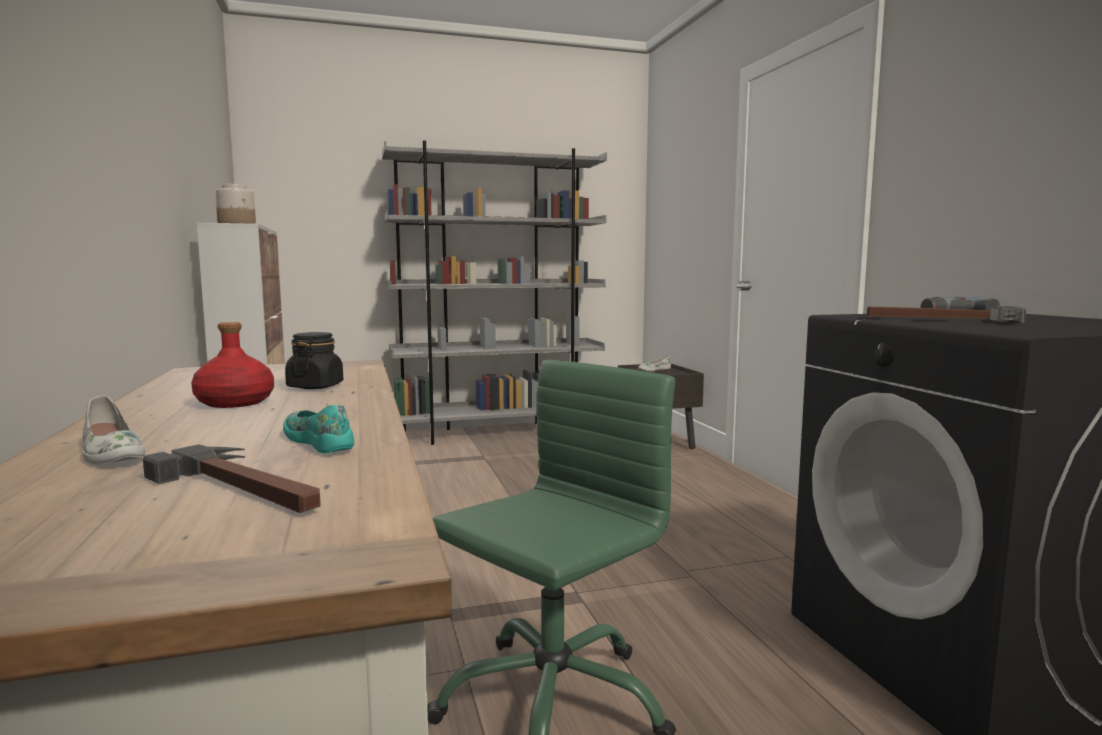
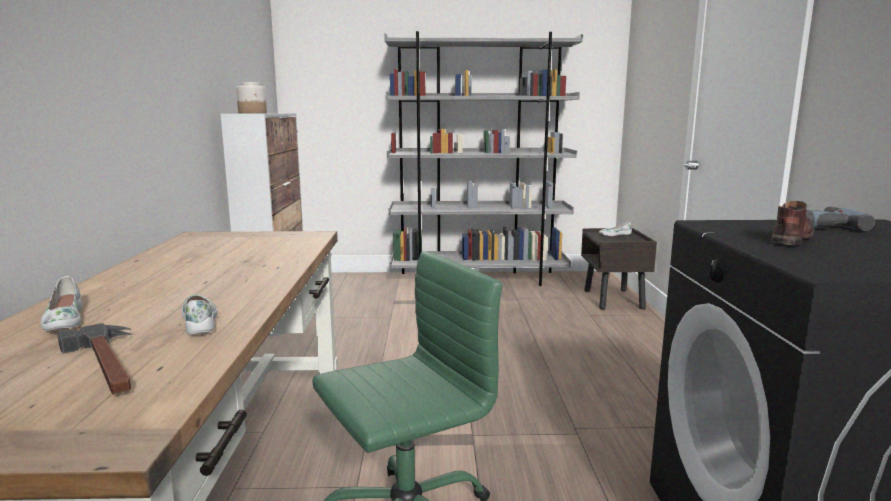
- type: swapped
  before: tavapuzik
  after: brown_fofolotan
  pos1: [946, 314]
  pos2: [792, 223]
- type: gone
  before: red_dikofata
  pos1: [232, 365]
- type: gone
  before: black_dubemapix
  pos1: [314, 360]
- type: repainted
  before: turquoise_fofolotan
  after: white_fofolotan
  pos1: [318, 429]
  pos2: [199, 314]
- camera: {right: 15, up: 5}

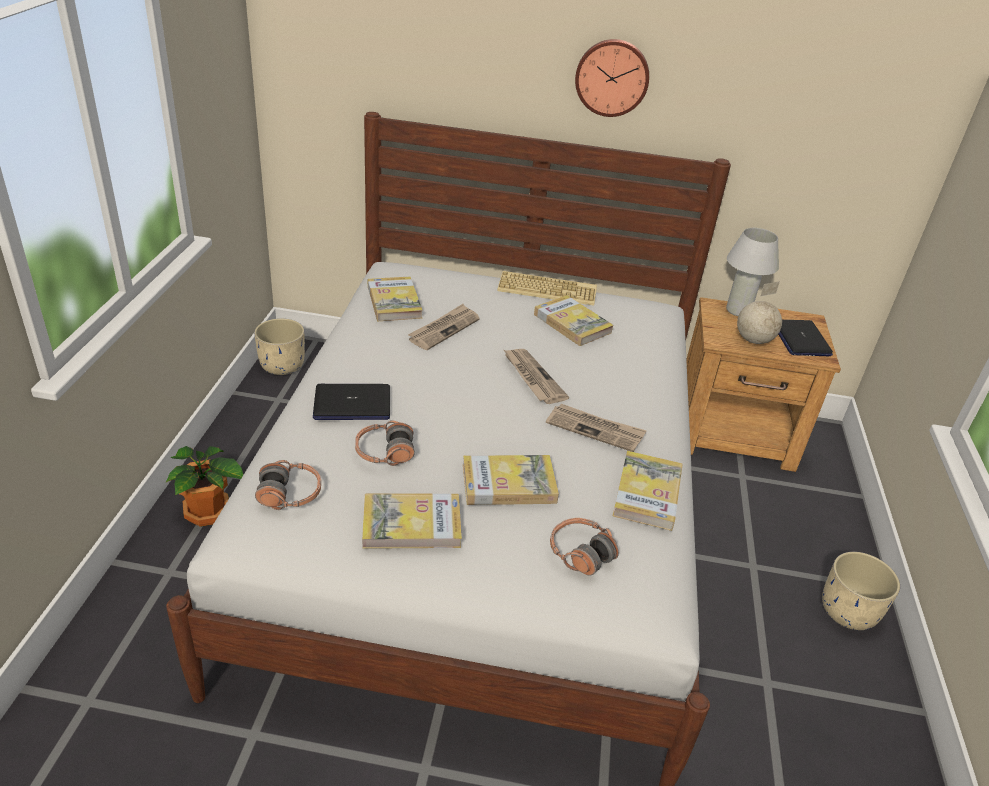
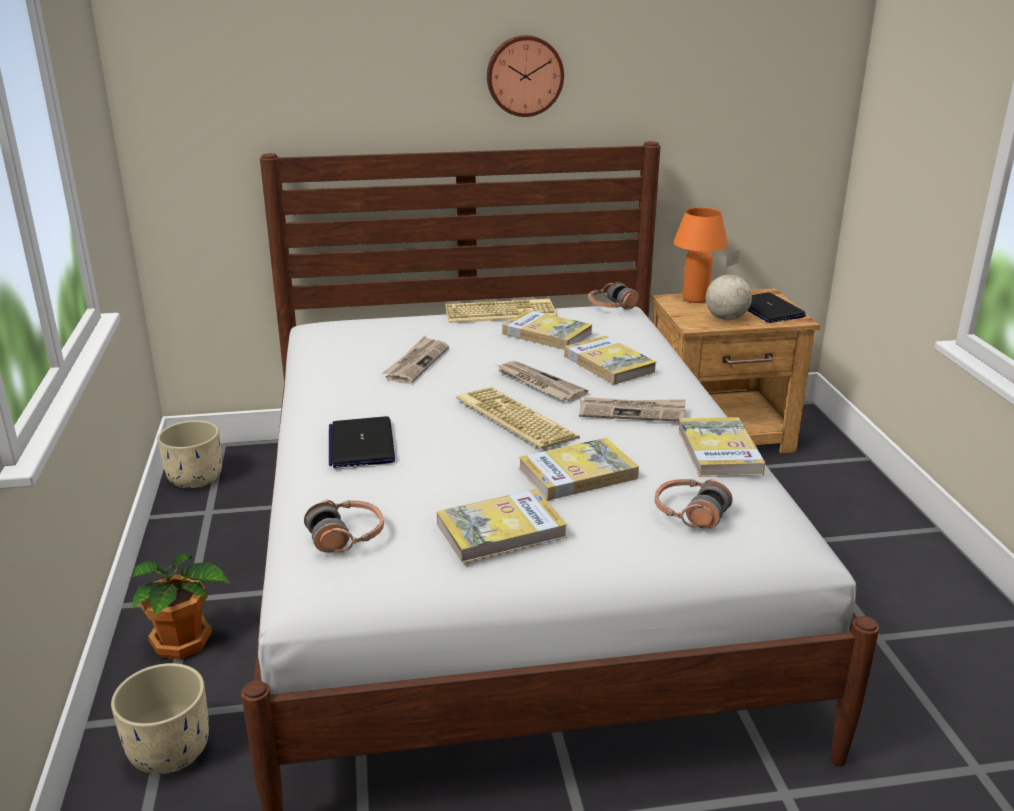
- type: repainted
  before: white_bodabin
  after: orange_bodabin
  pos1: [752, 272]
  pos2: [700, 255]
- type: shifted
  before: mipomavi
  pos1: [395, 299]
  pos2: [610, 360]
- type: rotated
  before: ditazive
  pos1: [351, 402]
  pos2: [362, 442]
  turn: 105
- type: shifted
  before: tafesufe
  pos1: [385, 443]
  pos2: [614, 296]
- type: shifted
  before: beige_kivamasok
  pos1: [861, 591]
  pos2: [160, 718]
- type: new
  after: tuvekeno
  pos2: [518, 418]
- camera: {right: -15, up: -10}

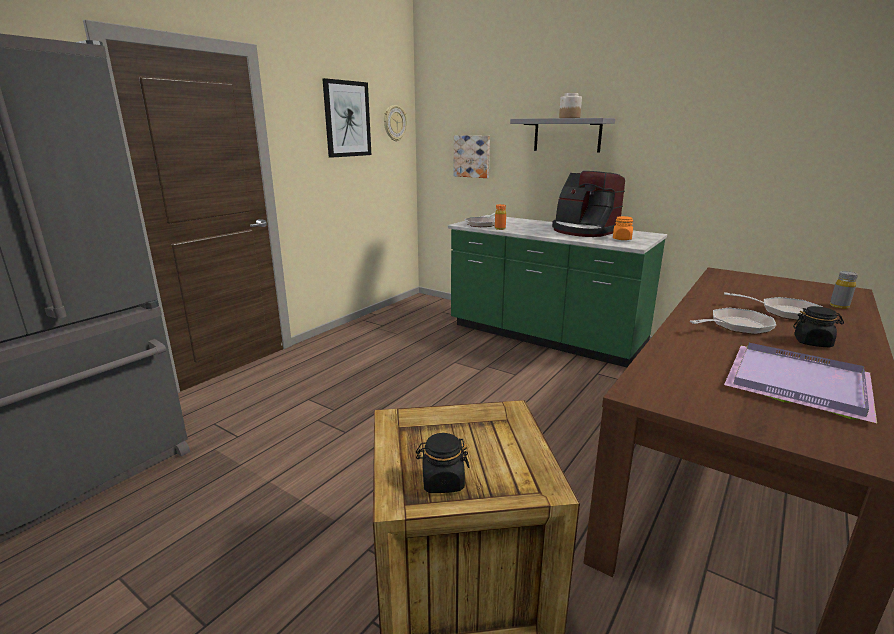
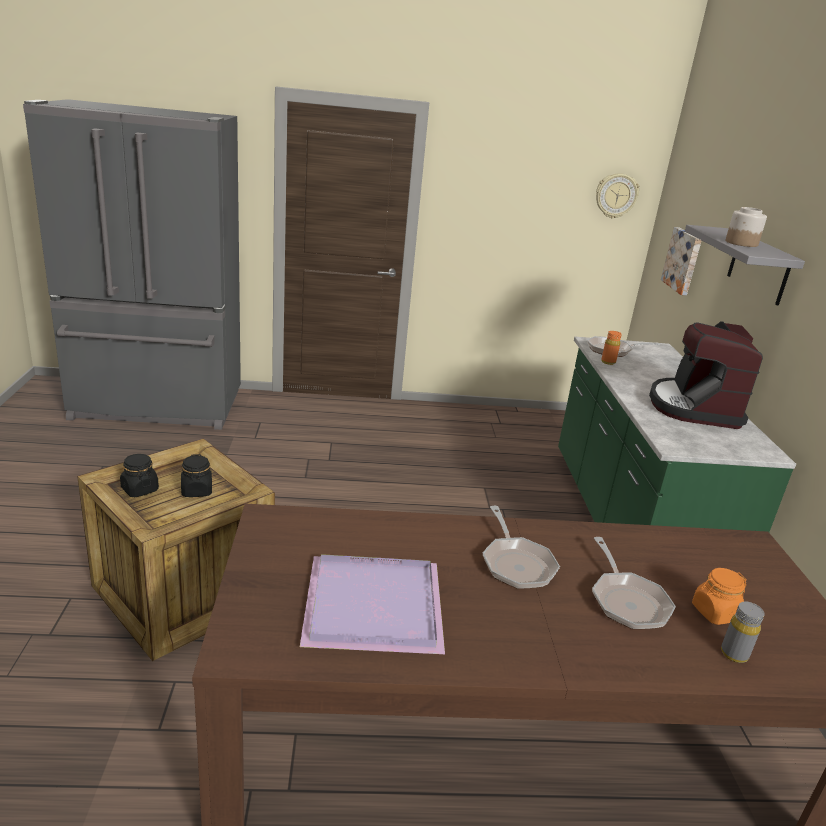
- type: gone
  before: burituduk
  pos1: [347, 118]
- type: shifted
  before: orange_dubemapix
  pos1: [623, 228]
  pos2: [719, 596]
- type: shifted
  before: black_dubemapix
  pos1: [818, 326]
  pos2: [196, 475]
- type: rotated
  before: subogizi
  pos1: [733, 321]
  pos2: [521, 547]
  turn: 45
- camera: {right: 50, up: 5}

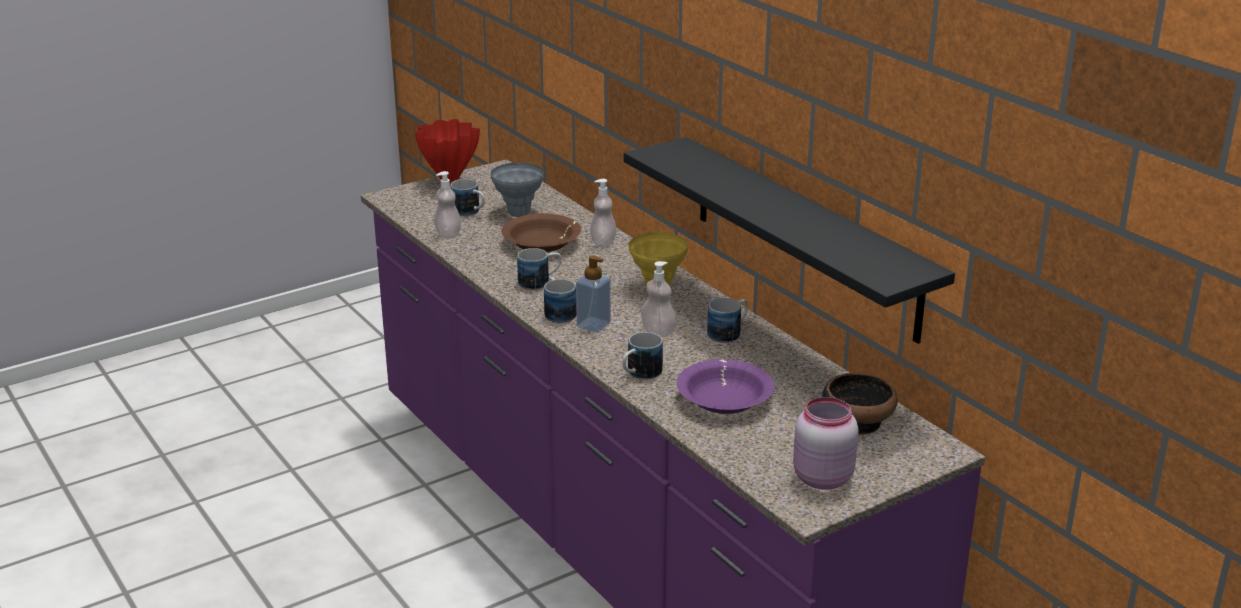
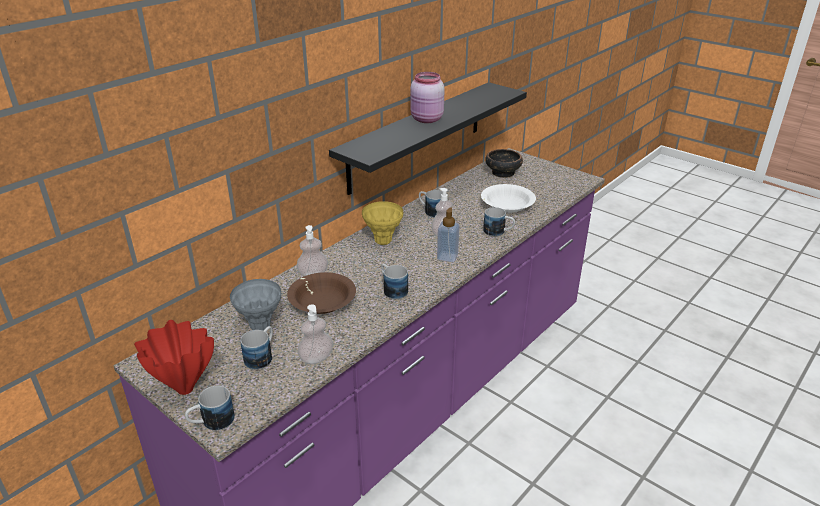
- type: shifted
  before: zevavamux
  pos1: [560, 300]
  pos2: [210, 408]
- type: repainted
  before: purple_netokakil
  after: white_netokakil
  pos1: [725, 386]
  pos2: [508, 198]
- type: shifted
  before: pink_dubemapix
  pos1: [826, 443]
  pos2: [427, 97]
- camera: {right: -105, up: 5}

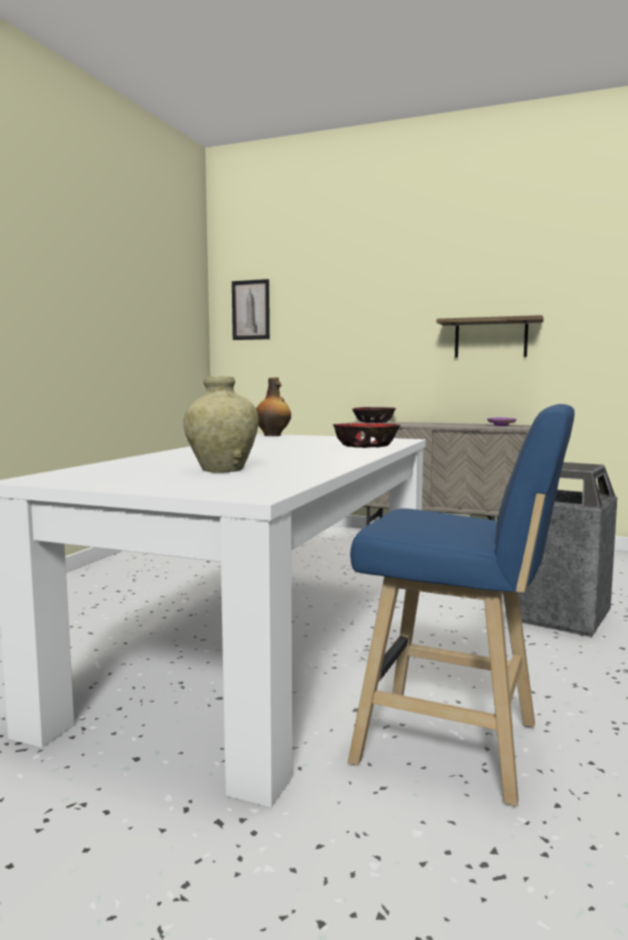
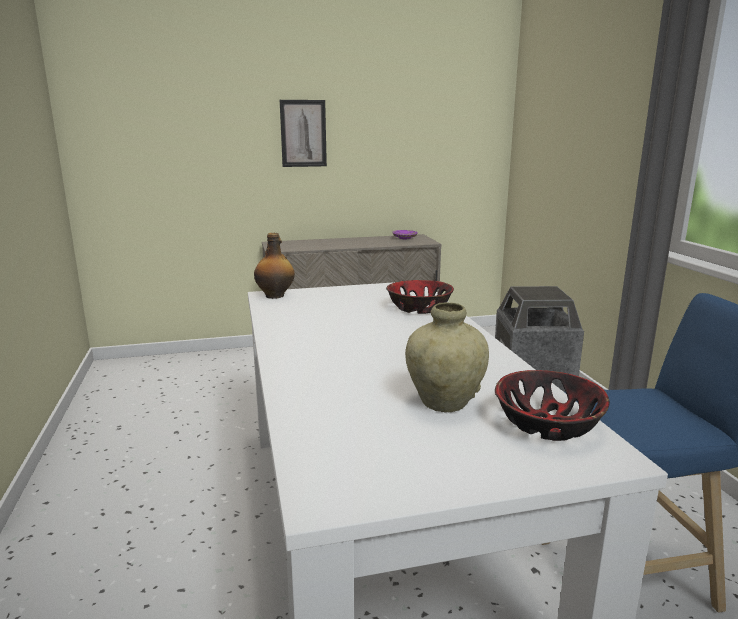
- type: shifted
  before: burituduk
  pos1: [251, 309]
  pos2: [303, 133]
- type: gone
  before: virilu
  pos1: [490, 336]
- type: shifted
  before: netokakil
  pos1: [374, 415]
  pos2: [552, 405]
- camera: {right: -35, up: 10}

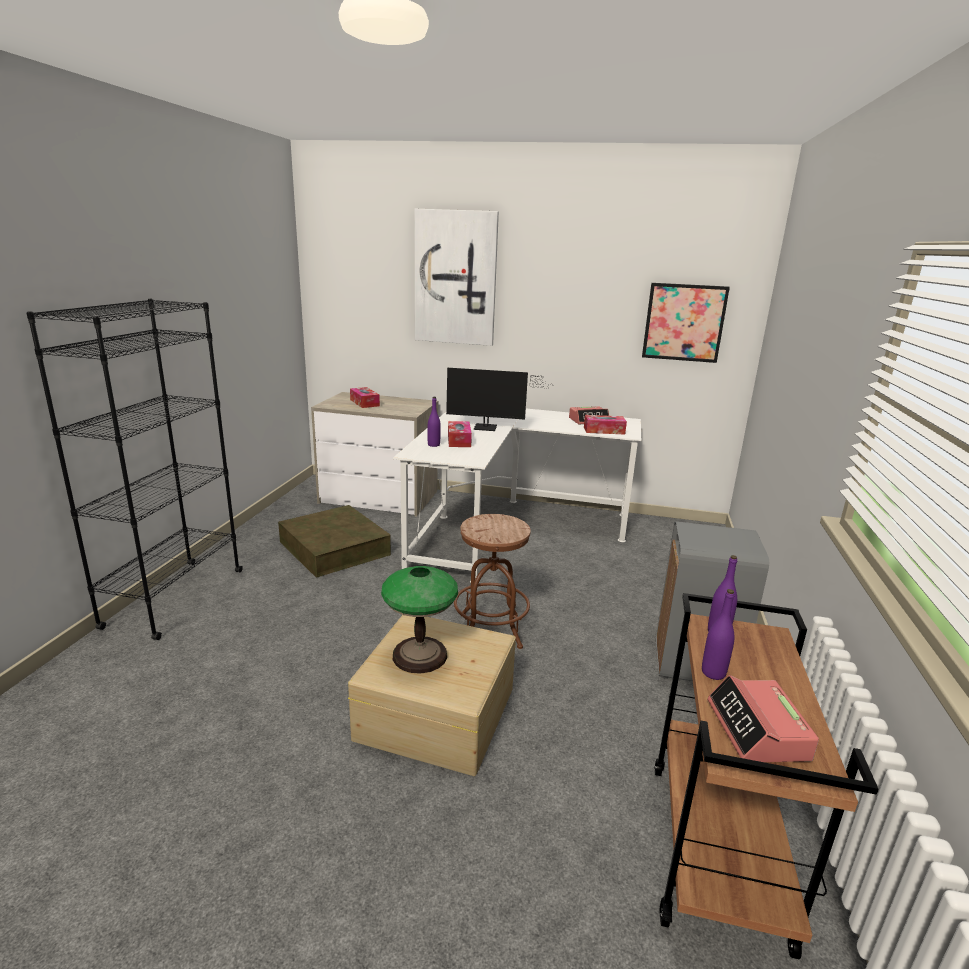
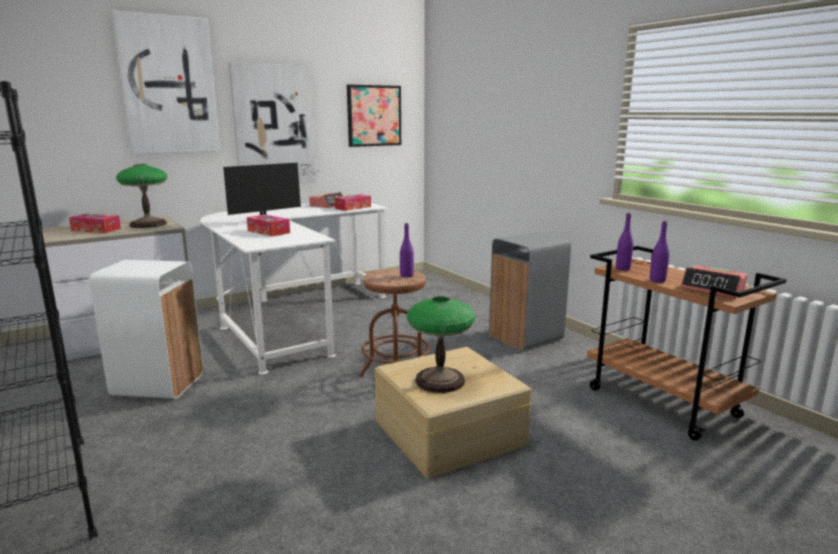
- type: shifted
  before: purple_dikofata
  pos1: [434, 422]
  pos2: [407, 250]
- type: swapped
  before: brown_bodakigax
  after: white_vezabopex
  pos1: [334, 541]
  pos2: [146, 329]
- type: new
  after: burituduk
  pos2: [272, 123]
- type: new
  after: bodabin
  pos2: [141, 196]
- camera: {right: -45, up: -5}

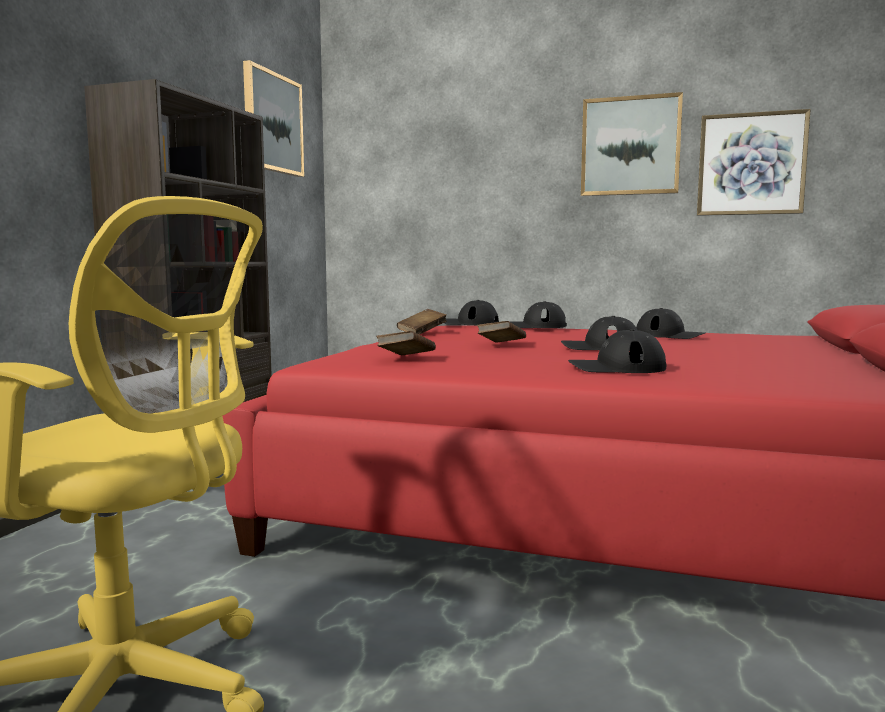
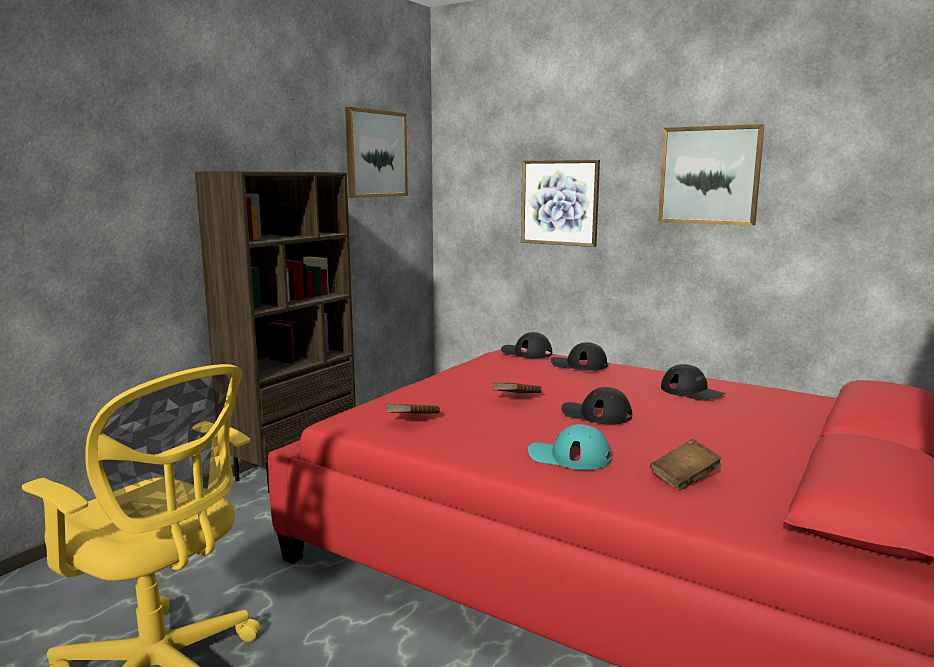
- type: shifted
  before: burituduk
  pos1: [754, 162]
  pos2: [560, 203]
- type: shifted
  before: brown_mipomavi
  pos1: [422, 322]
  pos2: [686, 464]
- type: repainted
  before: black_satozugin
  after: turquoise_satozugin
  pos1: [617, 351]
  pos2: [570, 447]
- camera: {right: 15, up: 5}

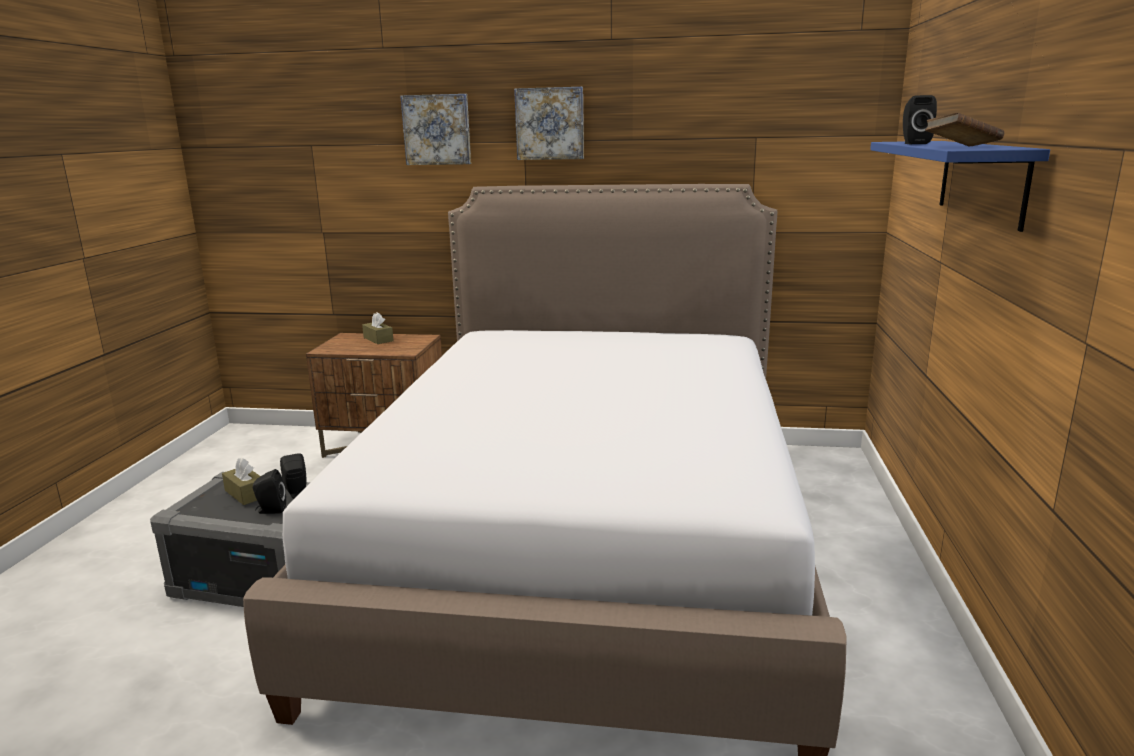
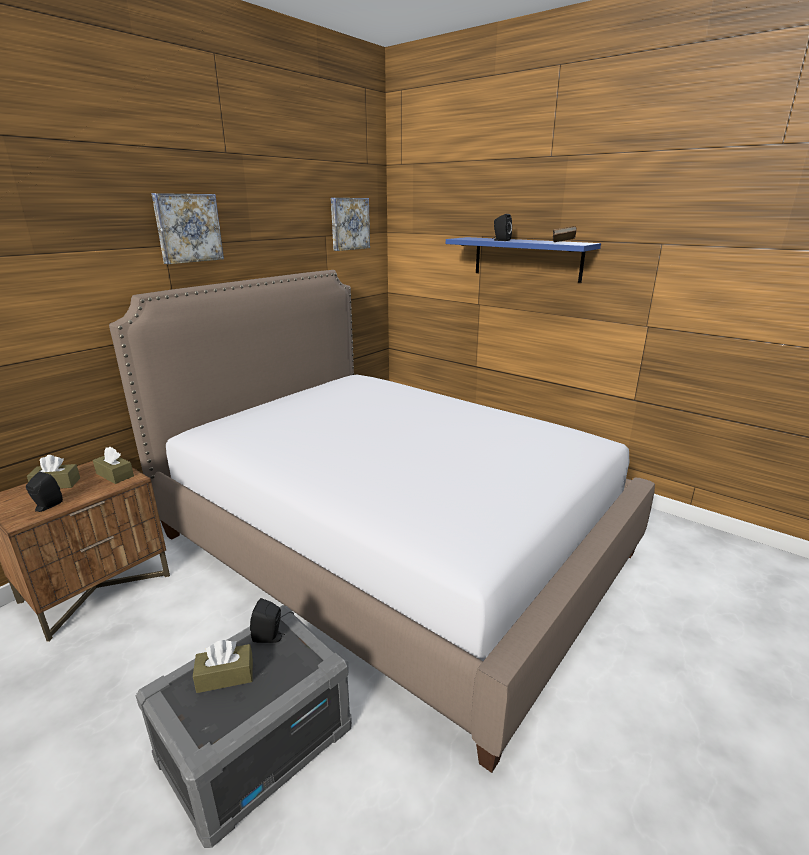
- type: shifted
  before: burituduk
  pos1: [435, 129]
  pos2: [350, 224]
- type: shifted
  before: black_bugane
  pos1: [269, 491]
  pos2: [44, 491]
- type: new
  after: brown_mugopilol
  pos2: [113, 465]
- camera: {right: -60, up: 5}

